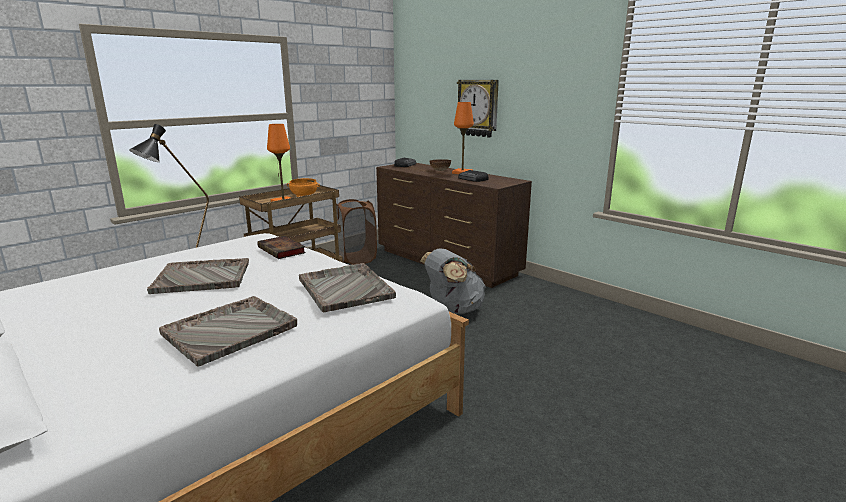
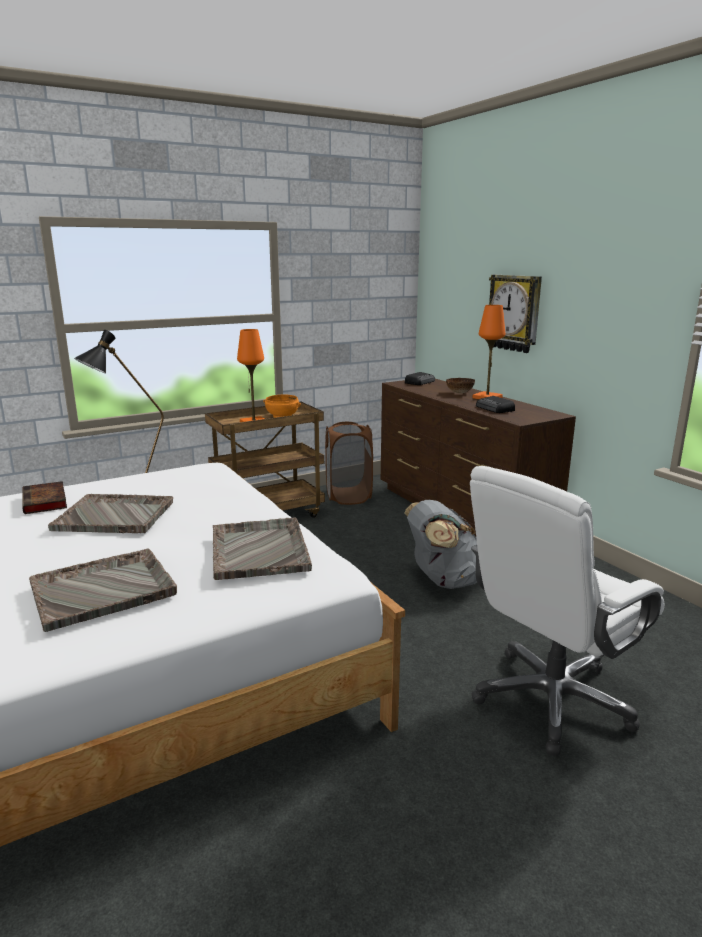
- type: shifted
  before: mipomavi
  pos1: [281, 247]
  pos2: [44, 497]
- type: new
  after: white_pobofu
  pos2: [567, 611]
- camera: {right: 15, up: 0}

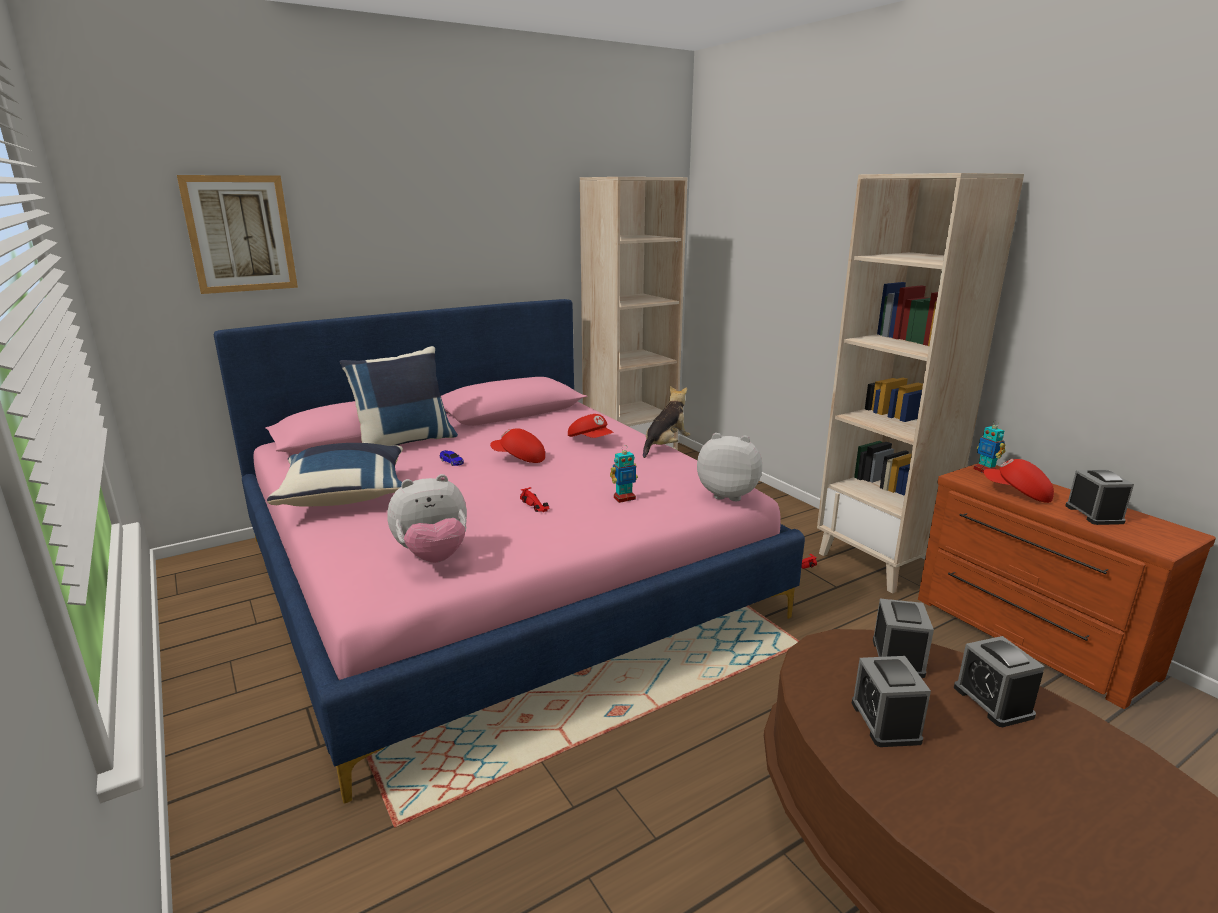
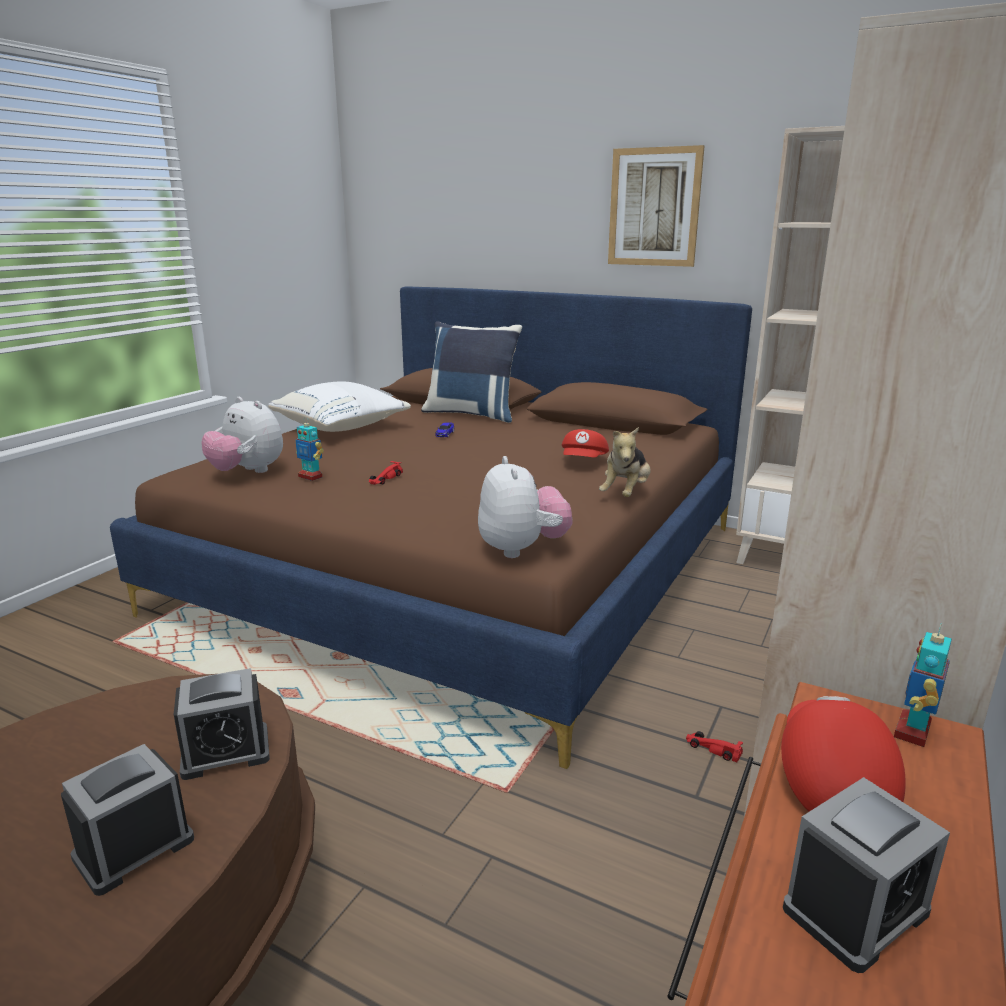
- type: shifted
  before: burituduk
  pos1: [237, 234]
  pos2: [656, 206]
- type: repainted
  before: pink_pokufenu
  after: brown_pokufenu
  pos1: [509, 551]
  pos2: [431, 528]
- type: rotated
  before: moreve
  pos1: [666, 422]
  pos2: [625, 462]
  turn: 105
- type: gone
  before: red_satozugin
  pos1: [517, 445]
- type: repainted
  before: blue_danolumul
  after: white_danolumul
  pos1: [335, 474]
  pos2: [339, 406]
- type: shifted
  before: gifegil
  pos1: [624, 474]
  pos2: [309, 449]
- type: gone
  before: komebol
  pos1: [891, 701]
- camera: {right: 60, up: 0}

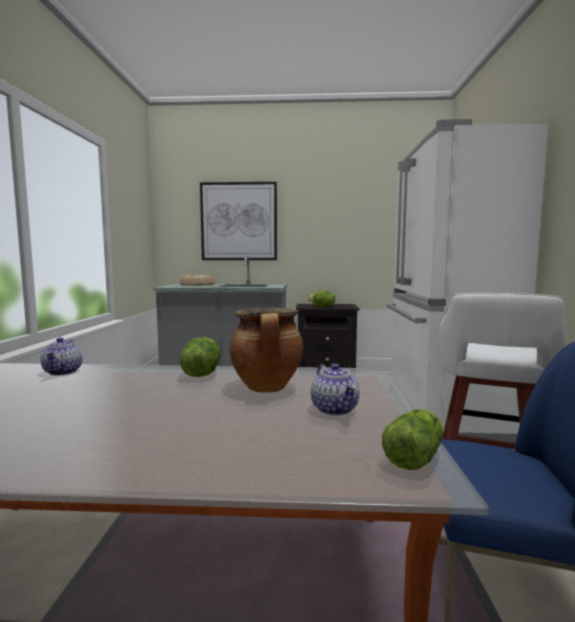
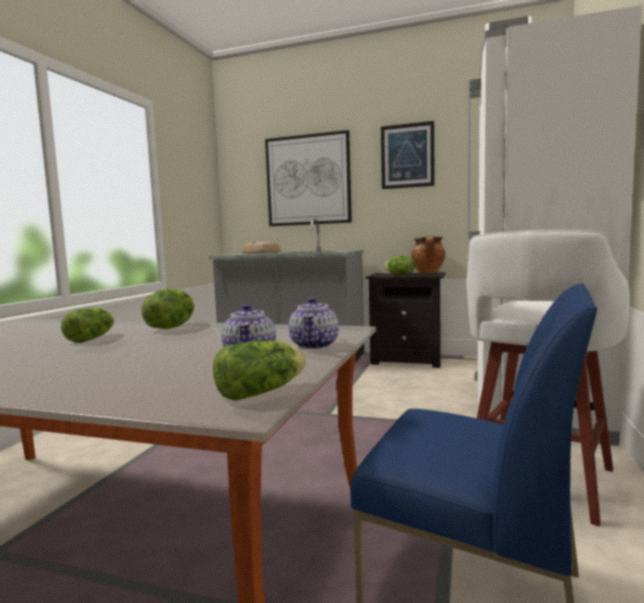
- type: shifted
  before: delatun
  pos1: [267, 350]
  pos2: [428, 255]
- type: shifted
  before: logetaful
  pos1: [61, 356]
  pos2: [314, 323]
- type: new
  after: burituduk
  pos2: [407, 155]
- type: new
  after: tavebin
  pos2: [87, 325]
- camera: {right: 15, up: 0}

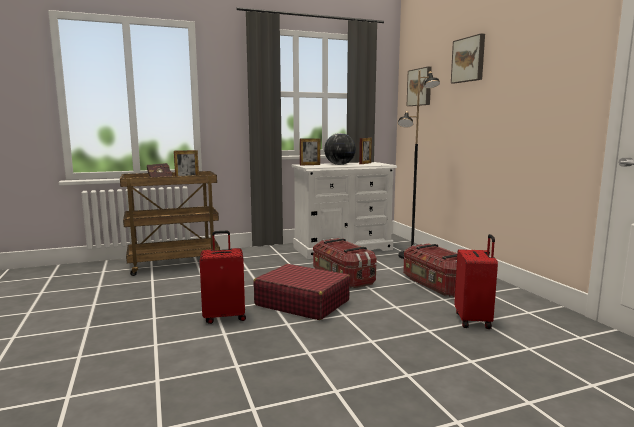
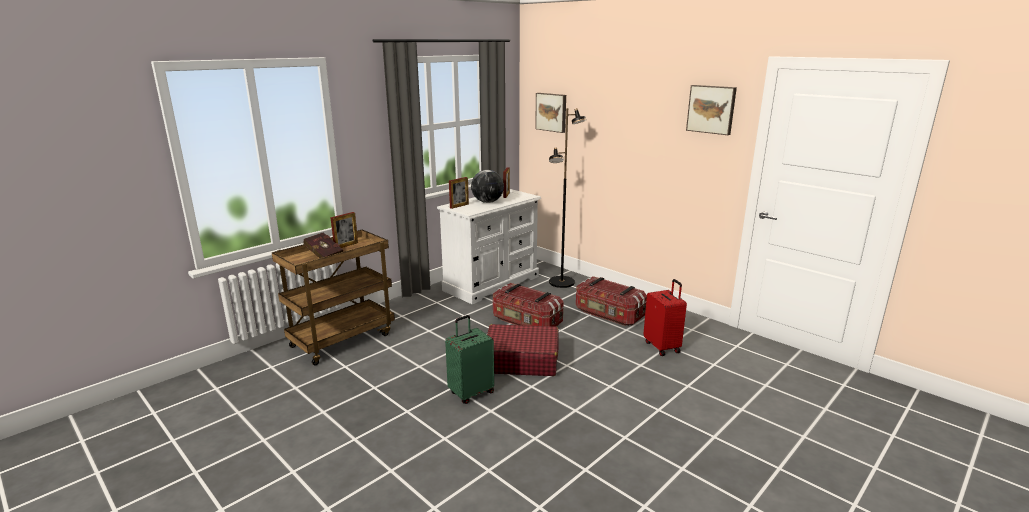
- type: shifted
  before: burituduk
  pos1: [468, 58]
  pos2: [711, 110]
- type: repainted
  before: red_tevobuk
  after: green_tevobuk
  pos1: [223, 277]
  pos2: [469, 359]
- camera: {right: -25, up: 10}

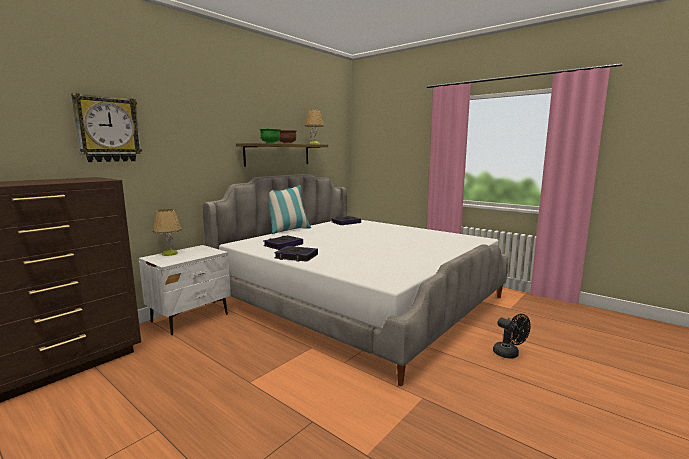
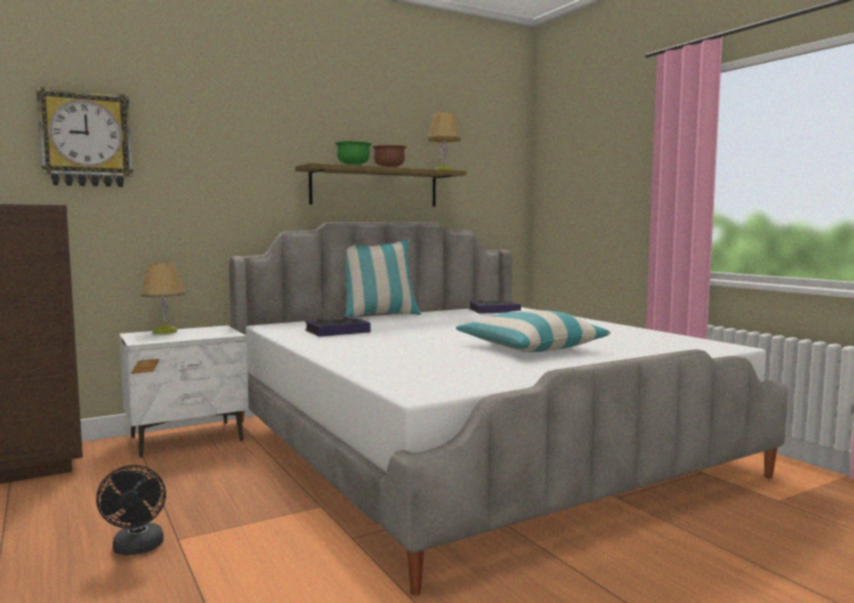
- type: gone
  before: mipomavi
  pos1: [296, 254]
- type: shifted
  before: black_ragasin
  pos1: [512, 336]
  pos2: [131, 510]
- type: new
  after: danolumul
  pos2: [533, 331]
- camera: {right: 20, up: -5}

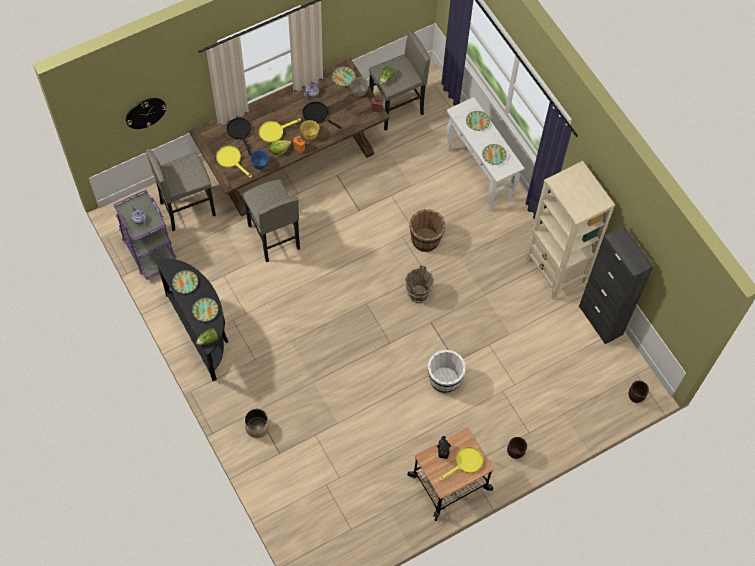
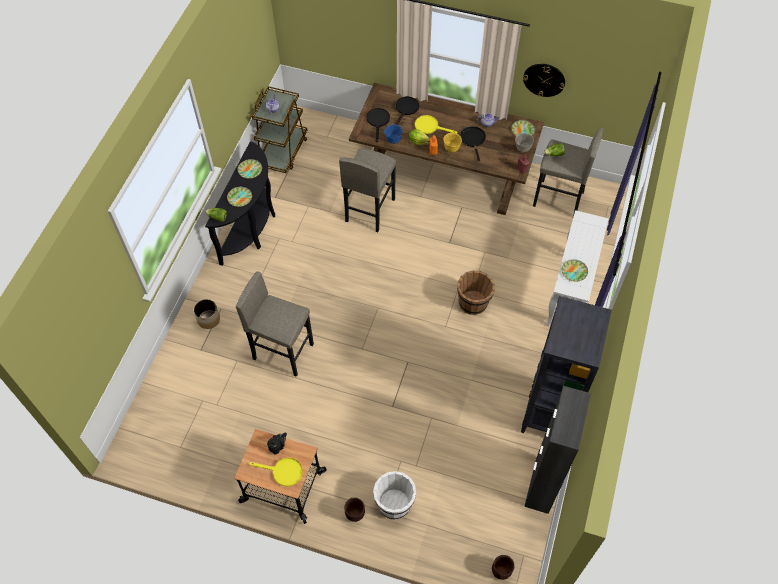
- type: shifted
  before: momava
  pos1: [146, 113]
  pos2: [544, 80]
- type: gone
  before: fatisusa
  pos1: [478, 121]
- type: repainted
  before: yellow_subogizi
  after: black_subogizi
  pos1: [234, 162]
  pos2: [378, 125]
- type: shifted
  before: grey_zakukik
  pos1: [181, 190]
  pos2: [275, 324]
- type: repainted
  before: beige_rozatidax
  after: black_rozatidax
  pos1: [570, 230]
  pos2: [566, 364]
- type: repainted
  before: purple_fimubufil
  after: brown_fimubufil
  pos1: [144, 235]
  pos2: [279, 129]
- type: gone
  before: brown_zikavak
  pos1: [419, 284]
- type: shifted
  before: white_zikavak
  pos1: [447, 372]
  pos2: [394, 495]
- camera: {right: 50, up: -5}

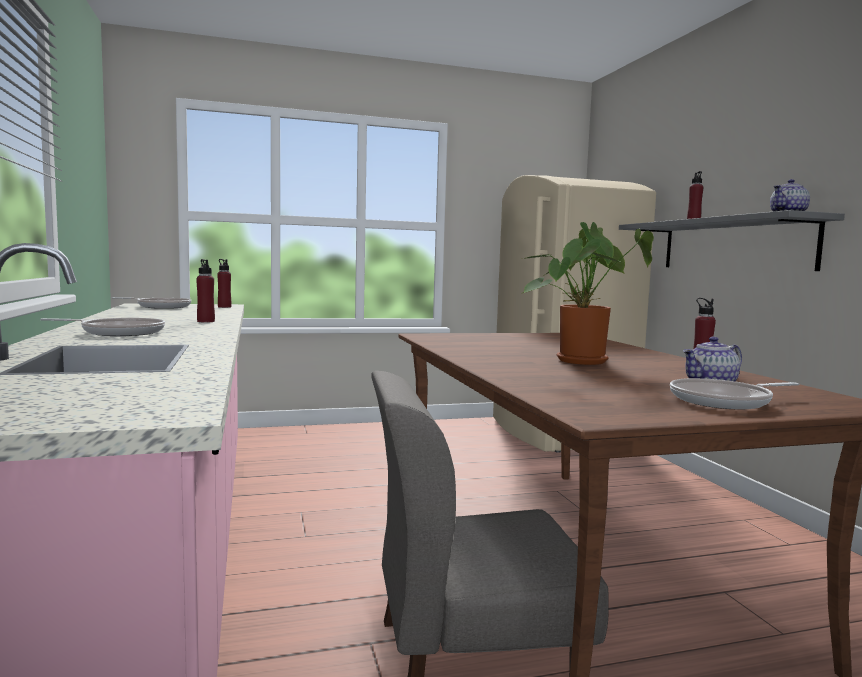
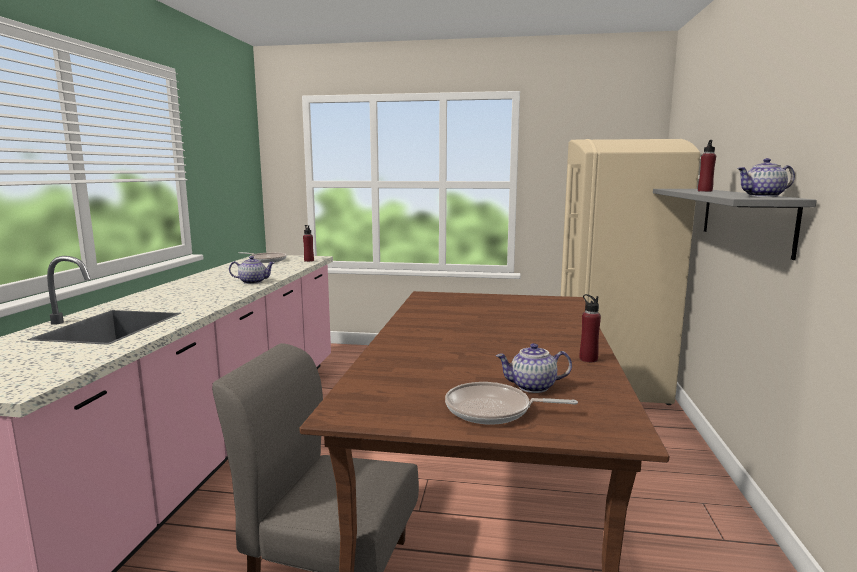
- type: gone
  before: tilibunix
  pos1: [588, 293]
- type: swapped
  before: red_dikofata
  after: logetaful
  pos1: [205, 290]
  pos2: [252, 270]
- type: gone
  before: subogizi
  pos1: [102, 327]
- camera: {right: 25, up: 5}

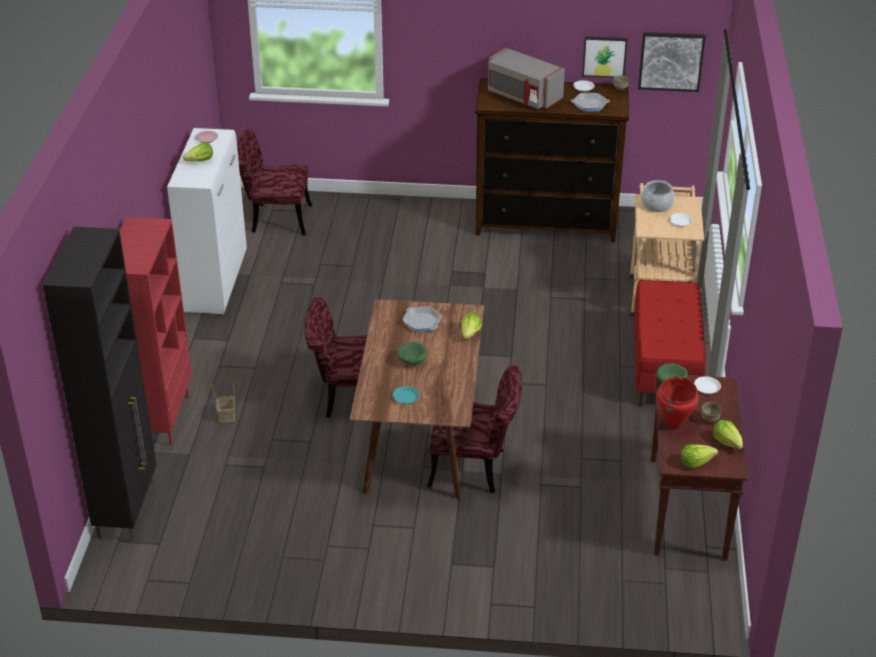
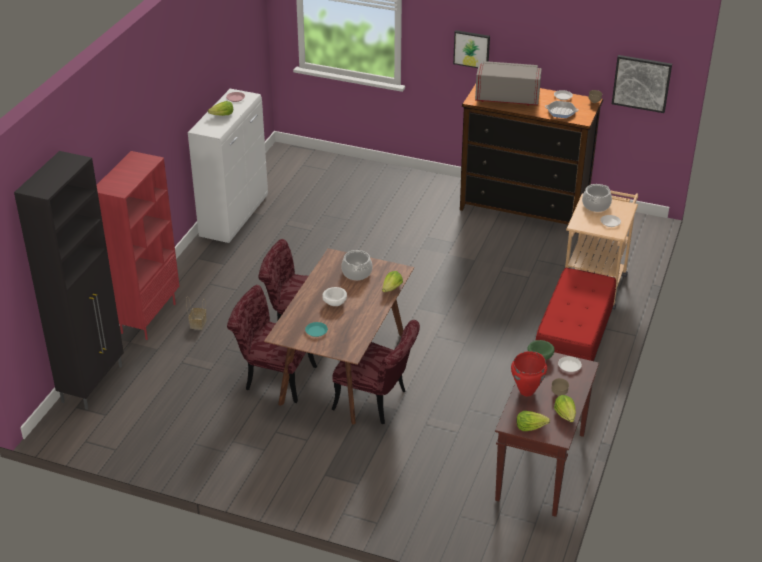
- type: shifted
  before: burituduk
  pos1: [604, 57]
  pos2: [471, 49]
- type: rotated
  before: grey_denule
  pos1: [526, 78]
  pos2: [508, 83]
  turn: 135
- type: shifted
  before: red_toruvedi
  pos1: [274, 182]
  pos2: [272, 344]
- type: swapped
  before: subogizi
  after: delatun
  pos1: [422, 319]
  pos2: [357, 265]
- type: repainted
  before: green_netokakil
  after: white_netokakil
  pos1: [412, 353]
  pos2: [334, 296]
- camera: {right: 15, up: 0}

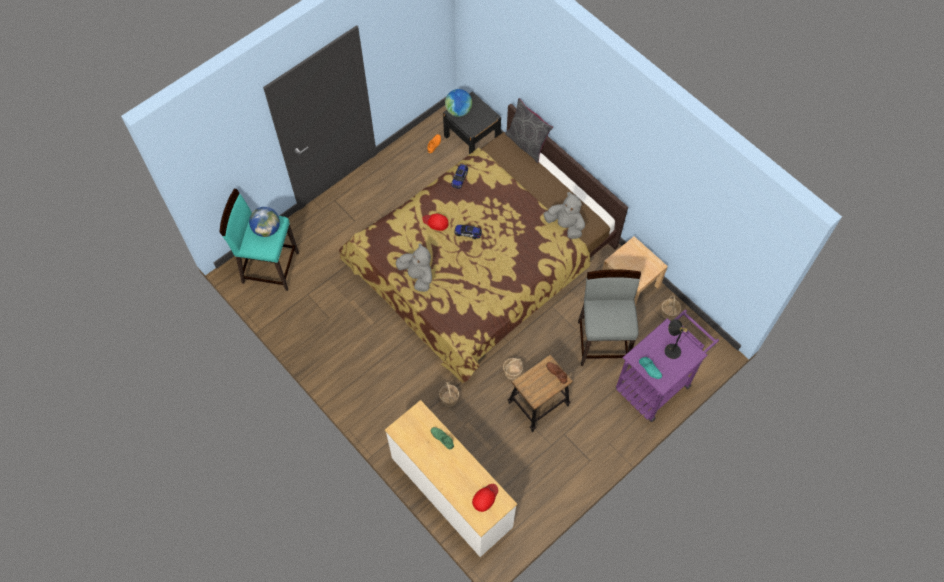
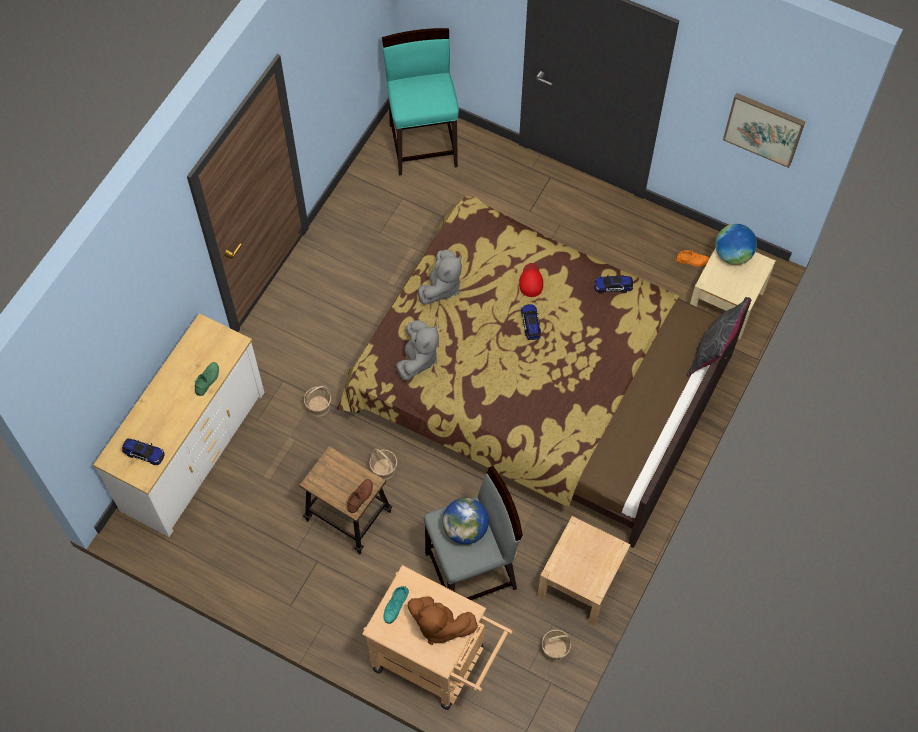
- type: repainted
  before: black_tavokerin
  after: beige_tavokerin
  pos1: [472, 122]
  pos2: [733, 293]
- type: shifted
  before: grey_moreve
  pos1: [564, 215]
  pos2: [417, 350]
- type: shifted
  before: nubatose
  pos1: [264, 222]
  pos2: [466, 521]
- type: repainted
  before: purple_fimubufil
  after: beige_fimubufil
  pos1: [667, 365]
  pos2: [437, 637]
- type: swapped
  before: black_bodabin
  after: brown_moreve
  pos1: [676, 339]
  pos2: [443, 620]
- type: swapped
  before: red_satozugin
  after: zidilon
  pos1: [485, 498]
  pos2: [143, 451]
- type: new
  after: burituduk
  pos2: [764, 130]
- camera: {right: 70, up: 0}

